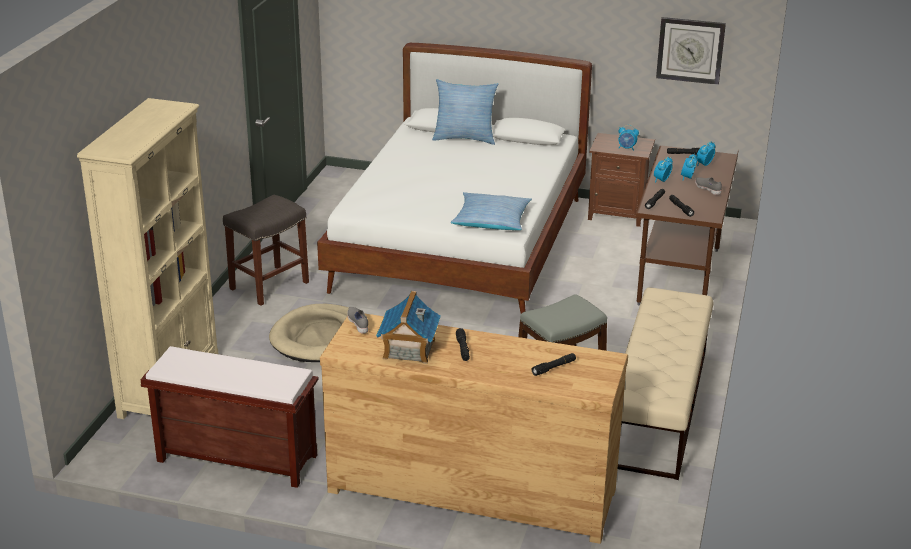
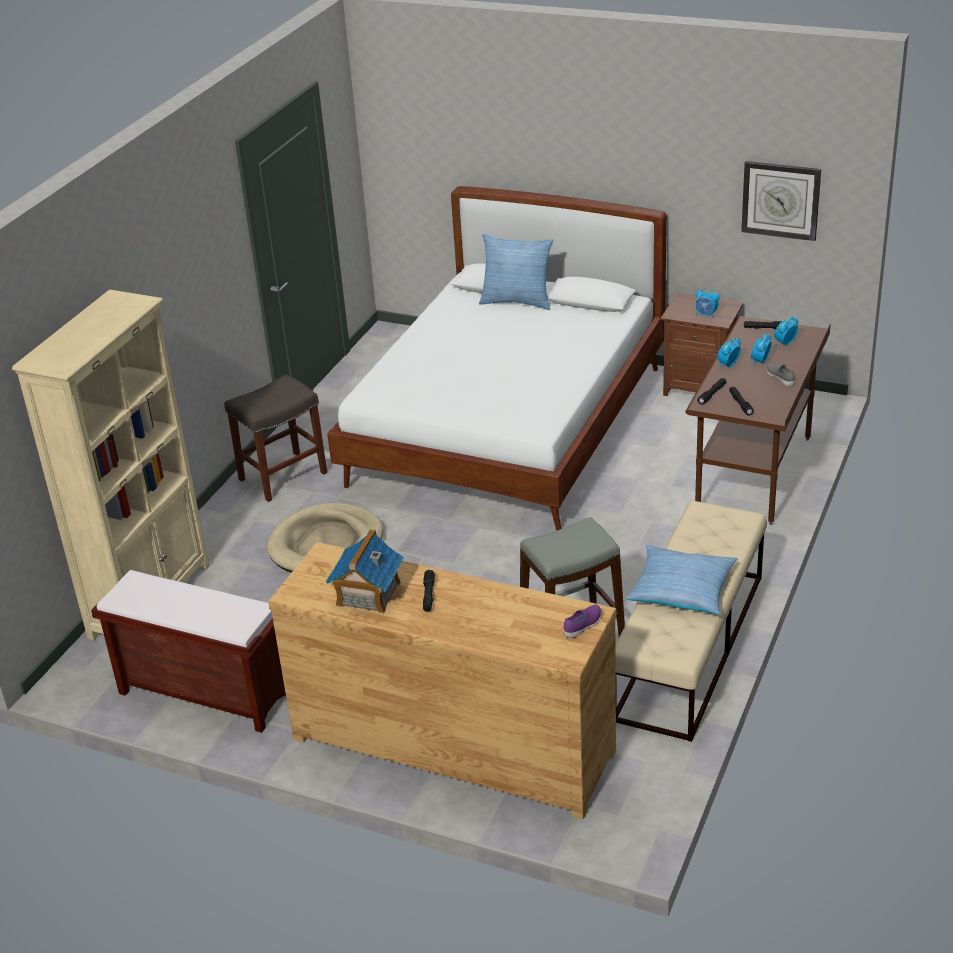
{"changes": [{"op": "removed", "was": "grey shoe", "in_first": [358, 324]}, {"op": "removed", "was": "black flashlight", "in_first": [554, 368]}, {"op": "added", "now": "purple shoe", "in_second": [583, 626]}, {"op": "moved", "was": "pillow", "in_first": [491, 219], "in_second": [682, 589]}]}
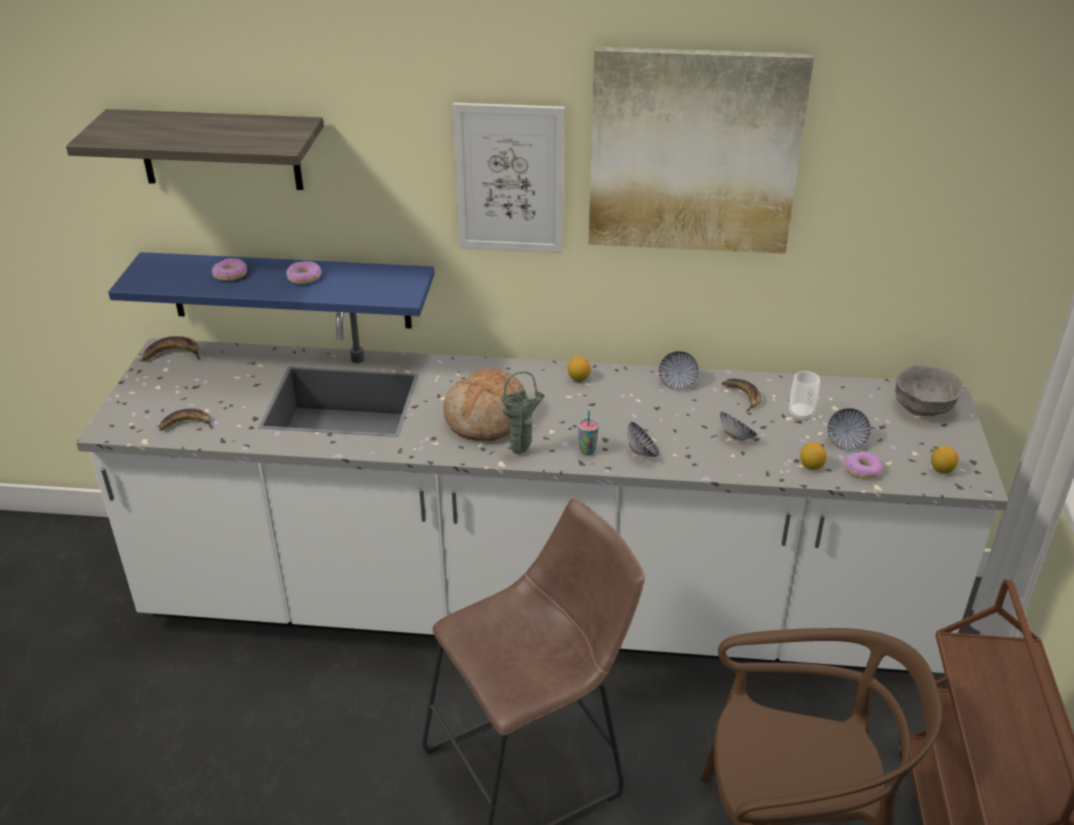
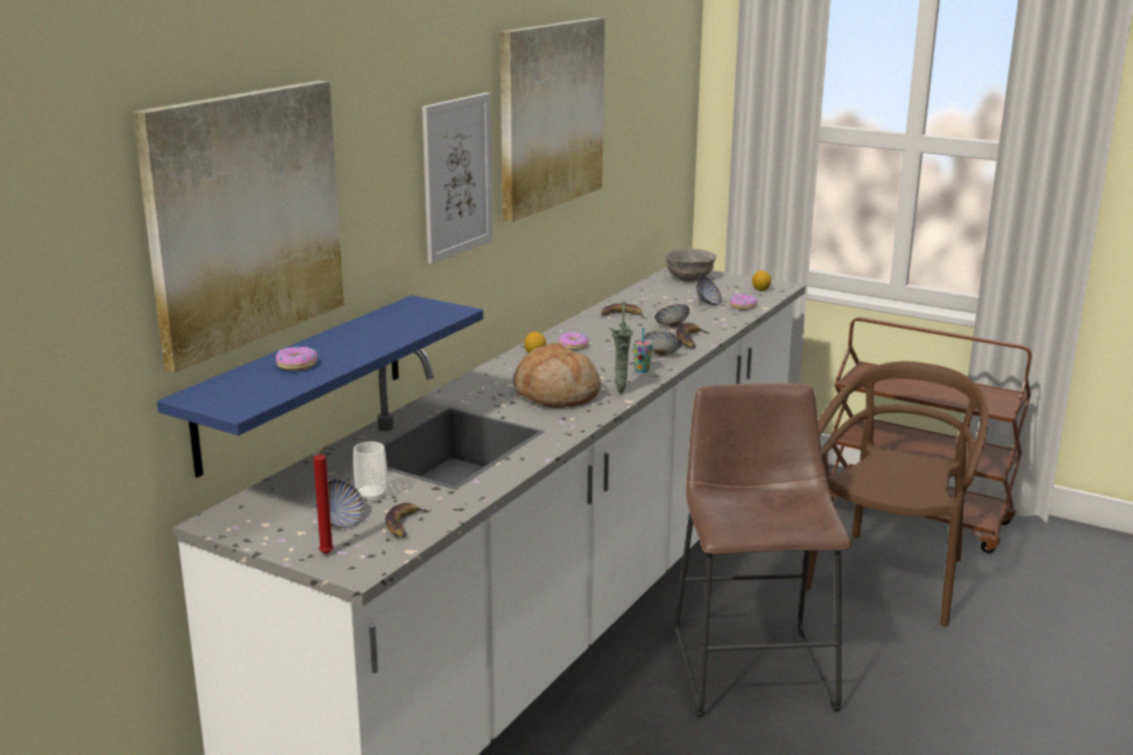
{"changes": [{"op": "removed", "was": "lemon", "in_first": [811, 466]}, {"op": "added", "now": "red candle", "in_second": [329, 553]}, {"op": "moved", "was": "banana", "in_first": [173, 354], "in_second": [690, 340]}, {"op": "moved", "was": "donut", "in_first": [304, 277], "in_second": [573, 345]}, {"op": "moved", "was": "bowl", "in_first": [677, 383], "in_second": [340, 521]}, {"op": "moved", "was": "cup", "in_first": [800, 414], "in_second": [371, 497]}, {"op": "replaced", "was": "shelf", "now": "picture", "in_first": [219, 149], "in_second": [244, 218]}]}
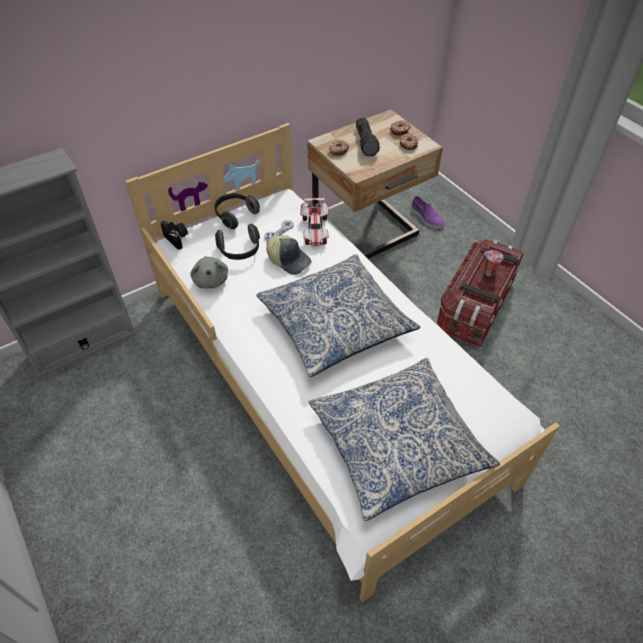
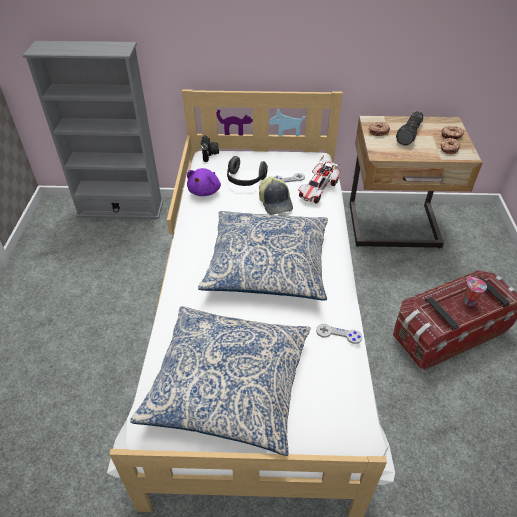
{"changes": [{"op": "removed", "was": "headphones", "in_first": [235, 215]}, {"op": "removed", "was": "purple shoe", "in_first": [426, 217]}, {"op": "added", "now": "grey game controller", "in_second": [338, 334]}, {"op": "recoloured", "was": "grey plush toy", "now": "purple plush toy", "in_first": [211, 280], "in_second": [205, 191]}]}
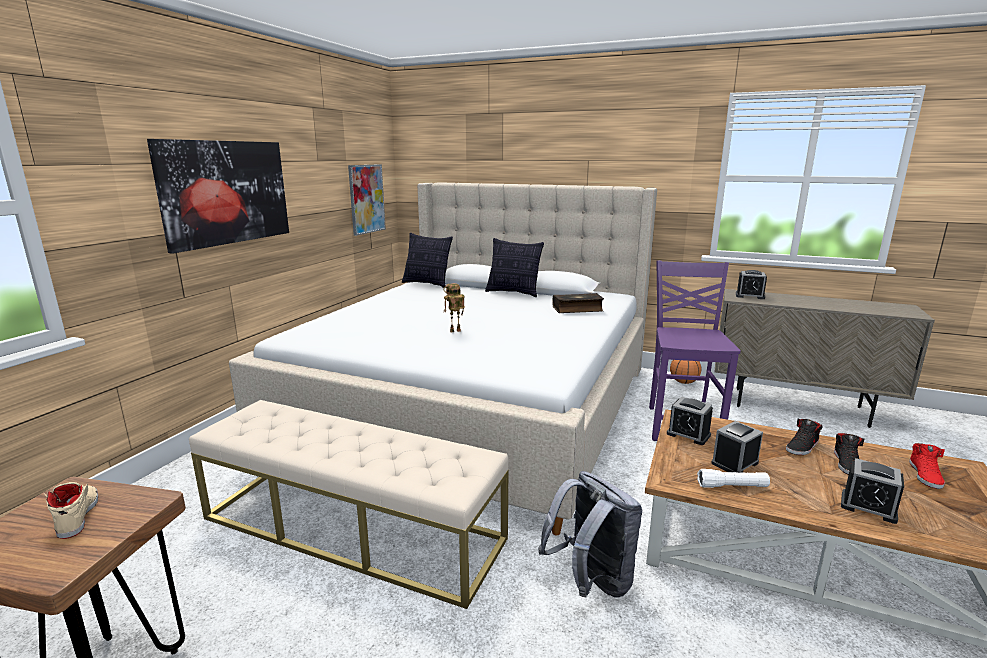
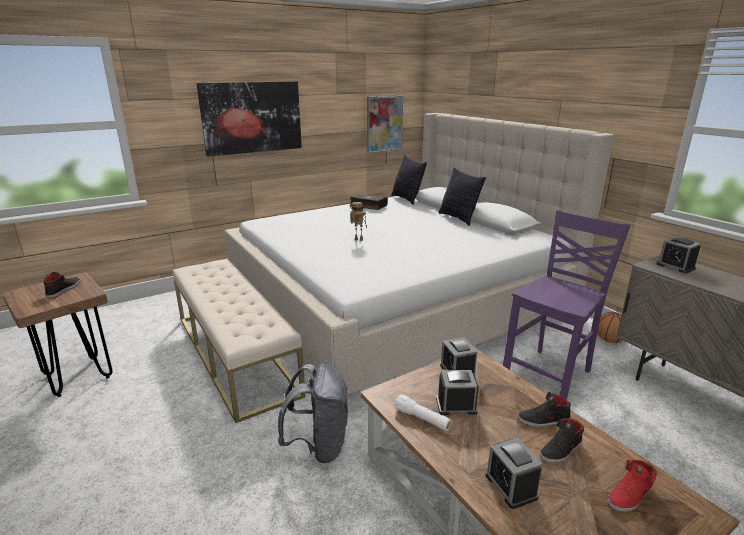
{"changes": [{"op": "moved", "was": "book", "in_first": [577, 309], "in_second": [368, 206]}, {"op": "recoloured", "was": "beige shoe", "now": "black shoe", "in_first": [77, 515], "in_second": [63, 289]}]}
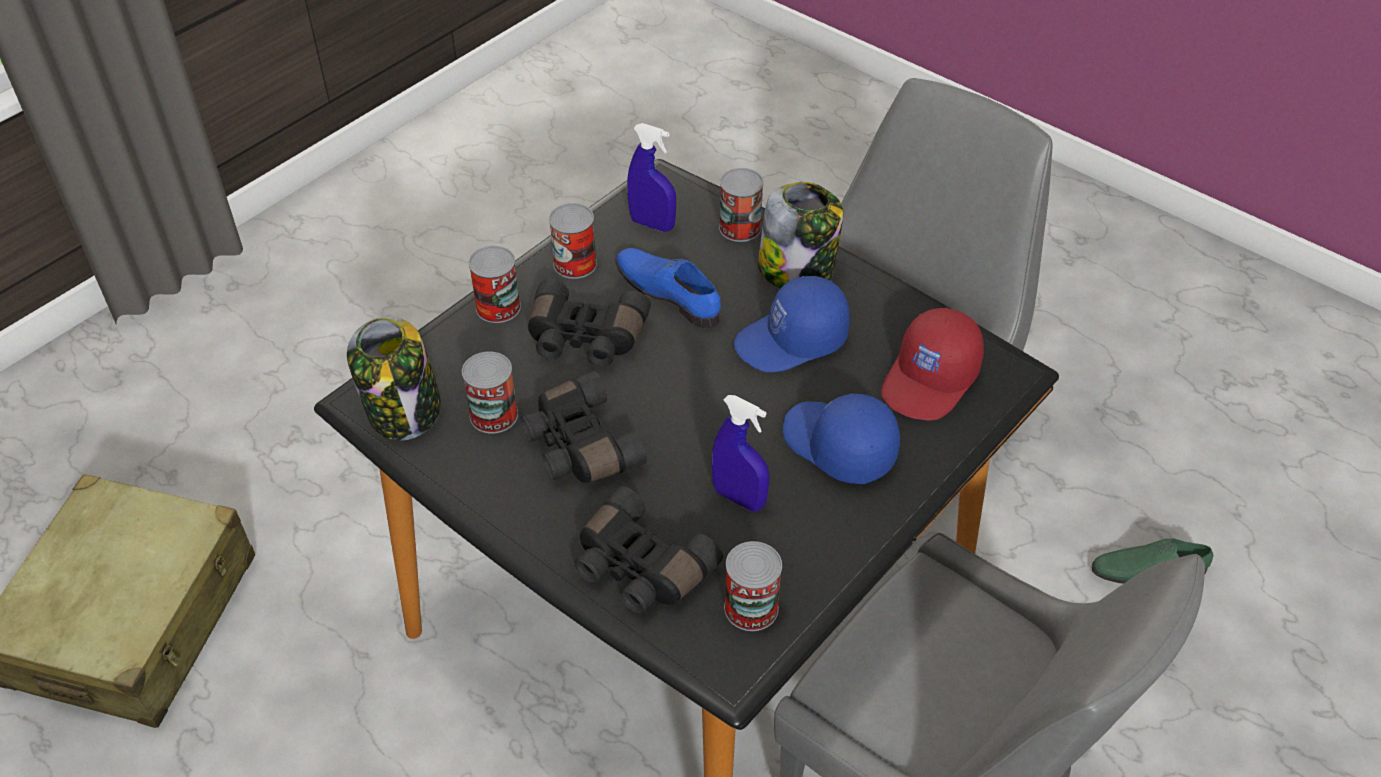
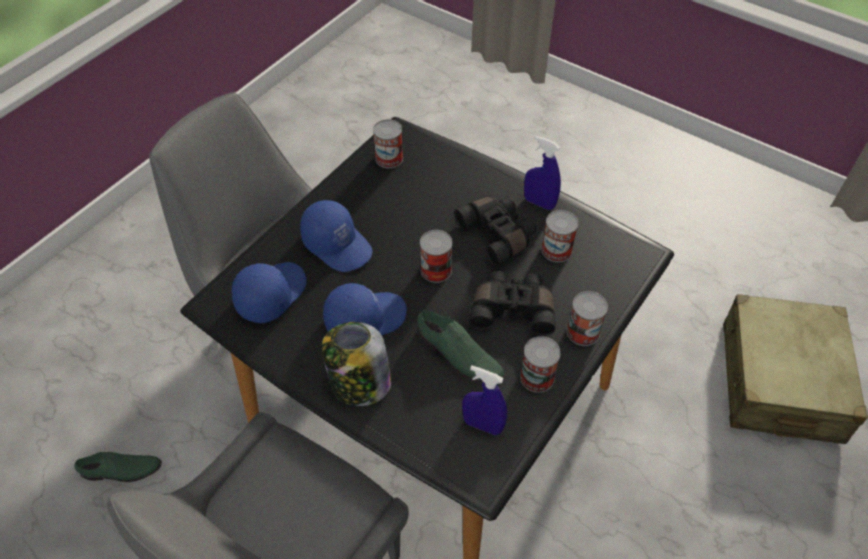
{"changes": [{"op": "removed", "was": "jar", "in_first": [404, 411]}, {"op": "removed", "was": "black binoculars", "in_first": [639, 569]}, {"op": "moved", "was": "blue spray bottle", "in_first": [739, 498], "in_second": [539, 203]}, {"op": "moved", "was": "can", "in_first": [740, 227], "in_second": [436, 270]}, {"op": "recoloured", "was": "blue shoe", "now": "green shoe", "in_first": [669, 291], "in_second": [458, 355]}, {"op": "recoloured", "was": "red cap", "now": "blue cap", "in_first": [931, 380], "in_second": [270, 294]}]}
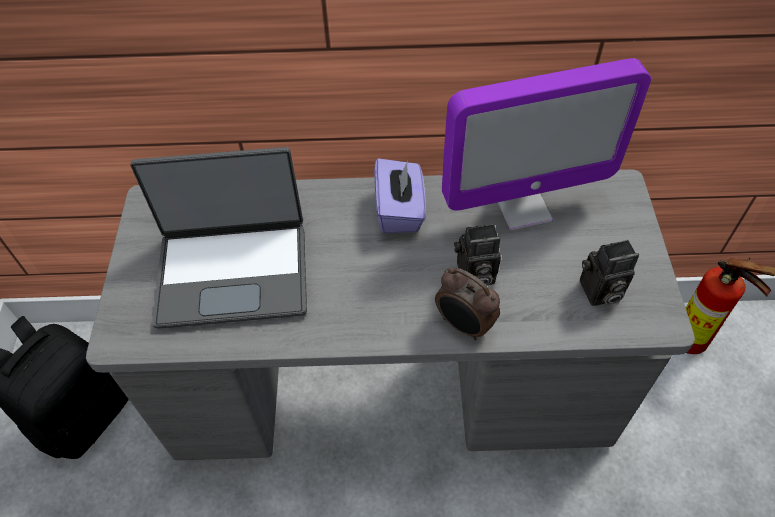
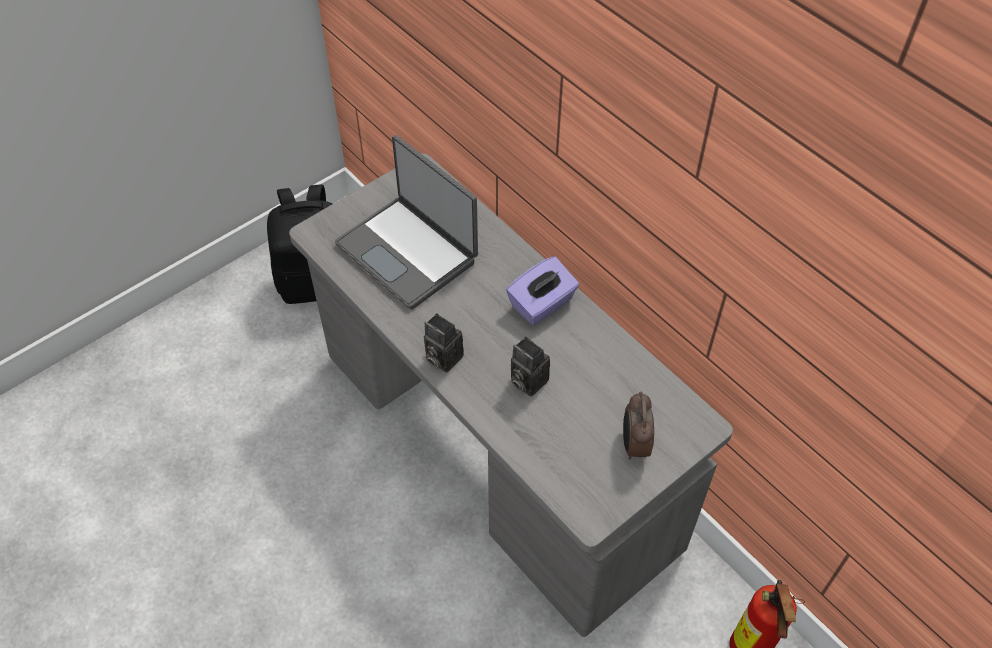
{"changes": [{"op": "removed", "was": "monitor", "in_first": [522, 207]}, {"op": "moved", "was": "alarm clock", "in_first": [464, 325], "in_second": [634, 445]}, {"op": "moved", "was": "photo camera", "in_first": [599, 292], "in_second": [441, 358]}]}
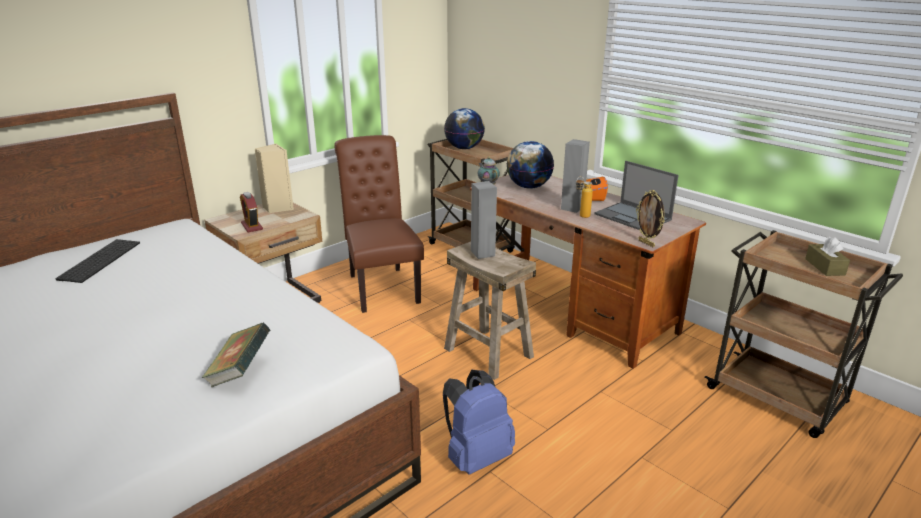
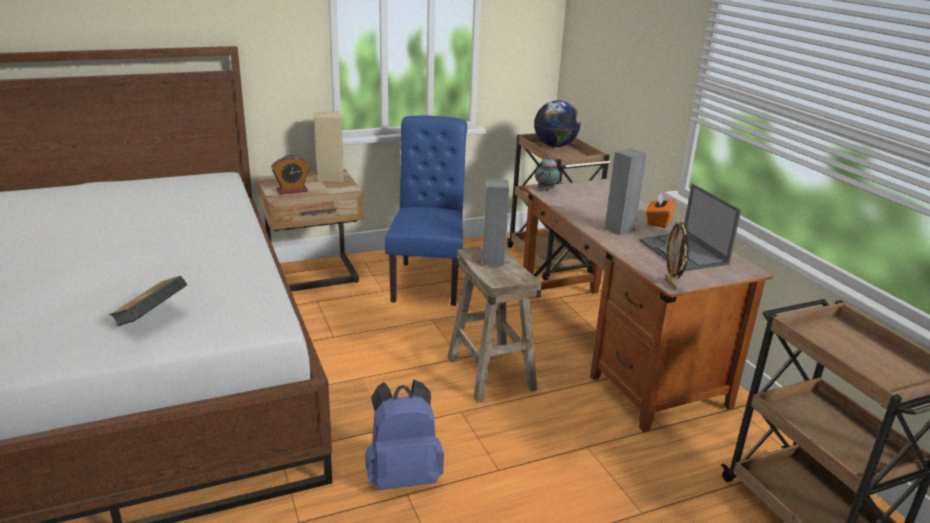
{"changes": [{"op": "removed", "was": "keyboard", "in_first": [99, 260]}, {"op": "removed", "was": "globe", "in_first": [528, 187]}, {"op": "removed", "was": "bottle", "in_first": [581, 217]}, {"op": "removed", "was": "brown tissue box", "in_first": [825, 267]}, {"op": "recoloured", "was": "brown chair", "now": "blue chair", "in_first": [381, 286], "in_second": [428, 280]}, {"op": "turned", "was": "alarm clock", "in_first": [252, 226], "in_second": [292, 190], "clockwise": -105}]}
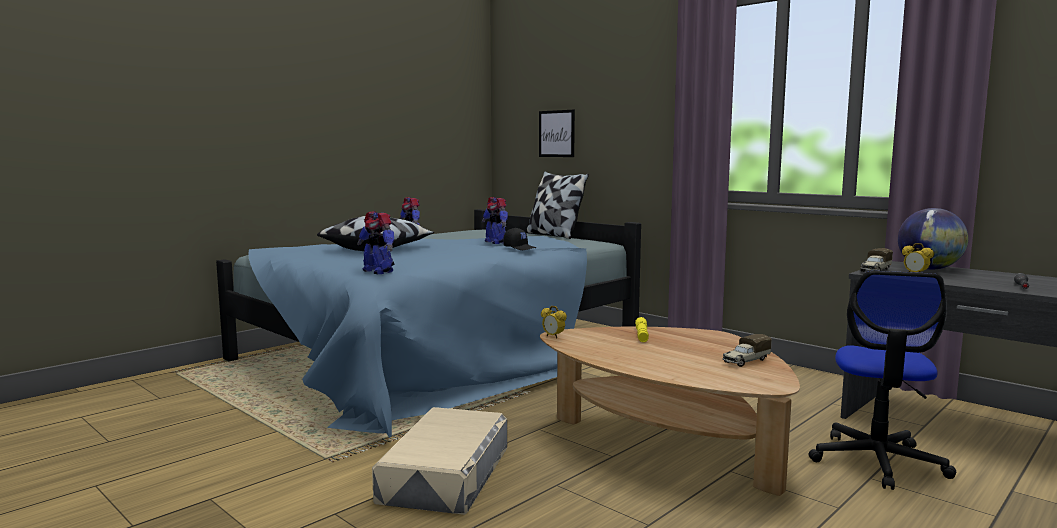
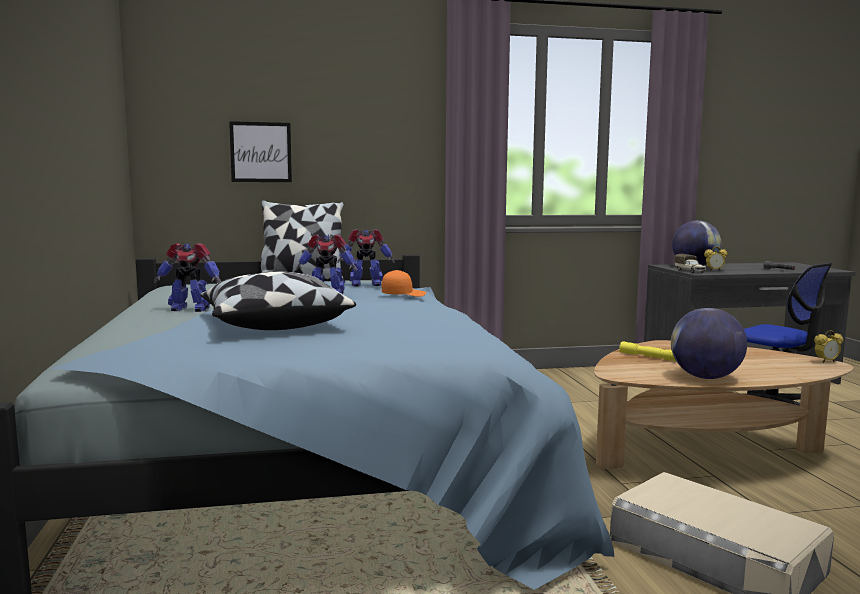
{"changes": [{"op": "removed", "was": "toy truck", "in_first": [745, 361]}, {"op": "added", "now": "globe", "in_second": [705, 377]}, {"op": "moved", "was": "toy robot", "in_first": [378, 271], "in_second": [365, 284]}, {"op": "moved", "was": "alarm clock", "in_first": [553, 336], "in_second": [826, 361]}, {"op": "recoloured", "was": "black cap", "now": "orange cap", "in_first": [520, 248], "in_second": [403, 295]}]}
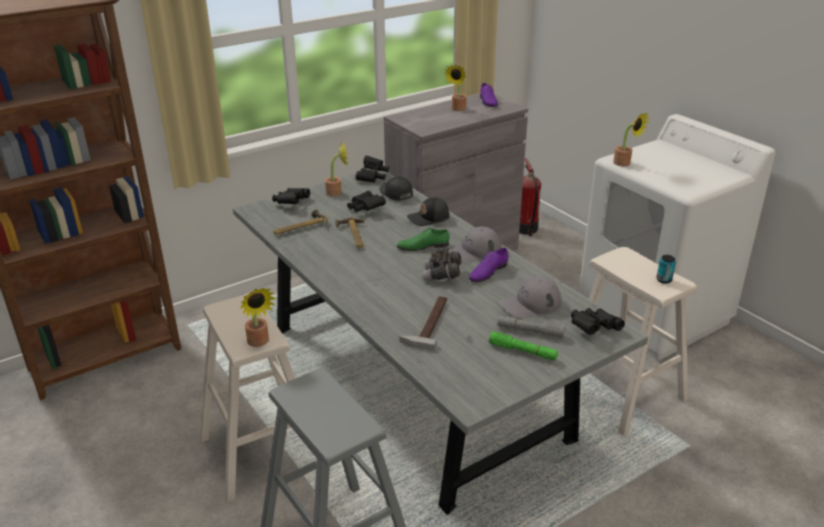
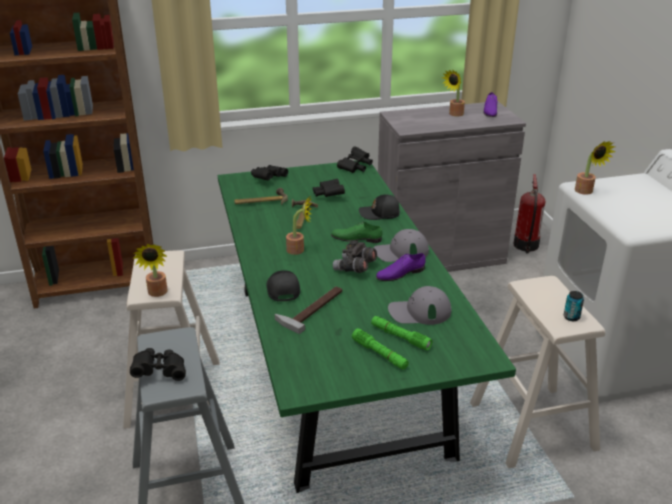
{"changes": [{"op": "moved", "was": "potted plant", "in_first": [337, 192], "in_second": [299, 250]}, {"op": "moved", "was": "black cap", "in_first": [395, 194], "in_second": [282, 290]}, {"op": "moved", "was": "black binoculars", "in_first": [593, 328], "in_second": [160, 372]}, {"op": "recoloured", "was": "grey dining table", "now": "green dining table", "in_first": [413, 379], "in_second": [336, 363]}, {"op": "recoloured", "was": "grey flashlight", "now": "green flashlight", "in_first": [530, 331], "in_second": [400, 337]}]}
